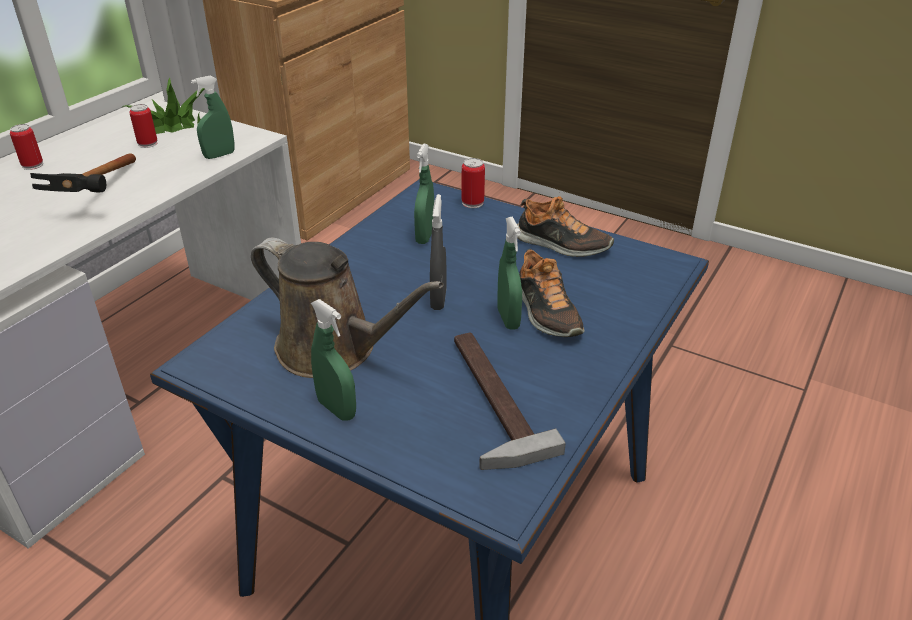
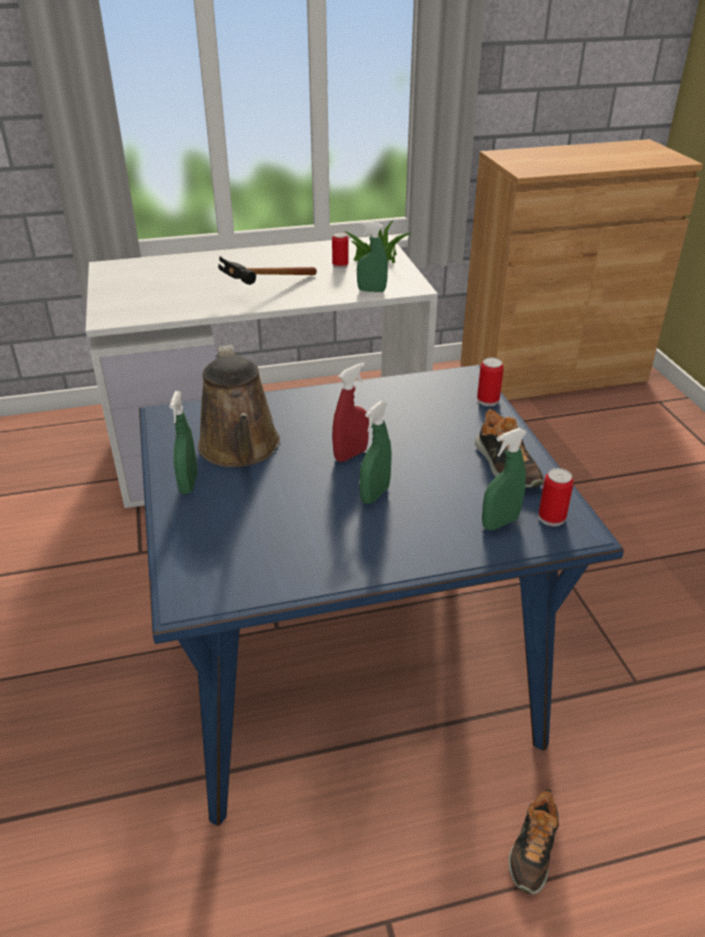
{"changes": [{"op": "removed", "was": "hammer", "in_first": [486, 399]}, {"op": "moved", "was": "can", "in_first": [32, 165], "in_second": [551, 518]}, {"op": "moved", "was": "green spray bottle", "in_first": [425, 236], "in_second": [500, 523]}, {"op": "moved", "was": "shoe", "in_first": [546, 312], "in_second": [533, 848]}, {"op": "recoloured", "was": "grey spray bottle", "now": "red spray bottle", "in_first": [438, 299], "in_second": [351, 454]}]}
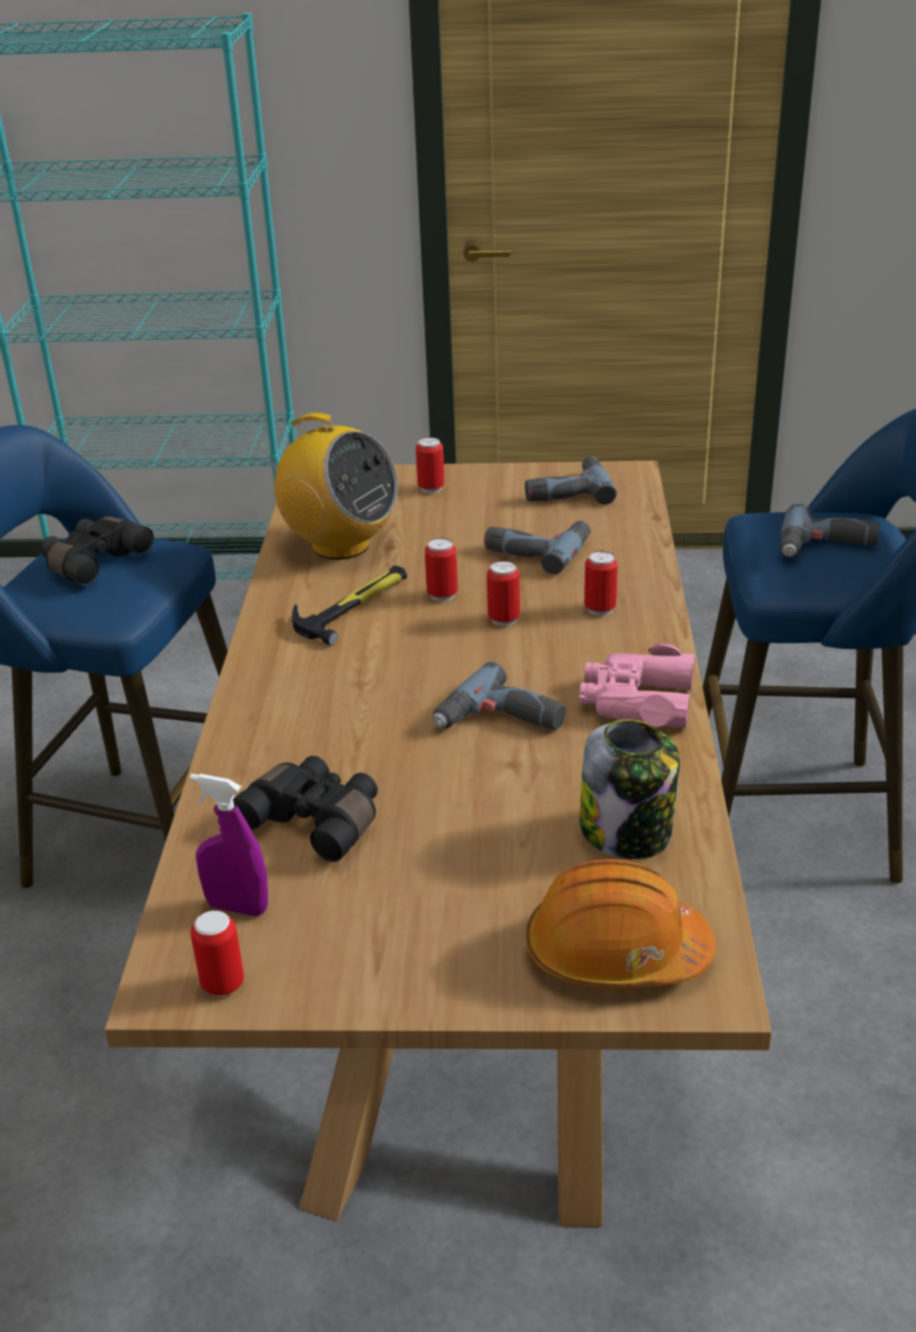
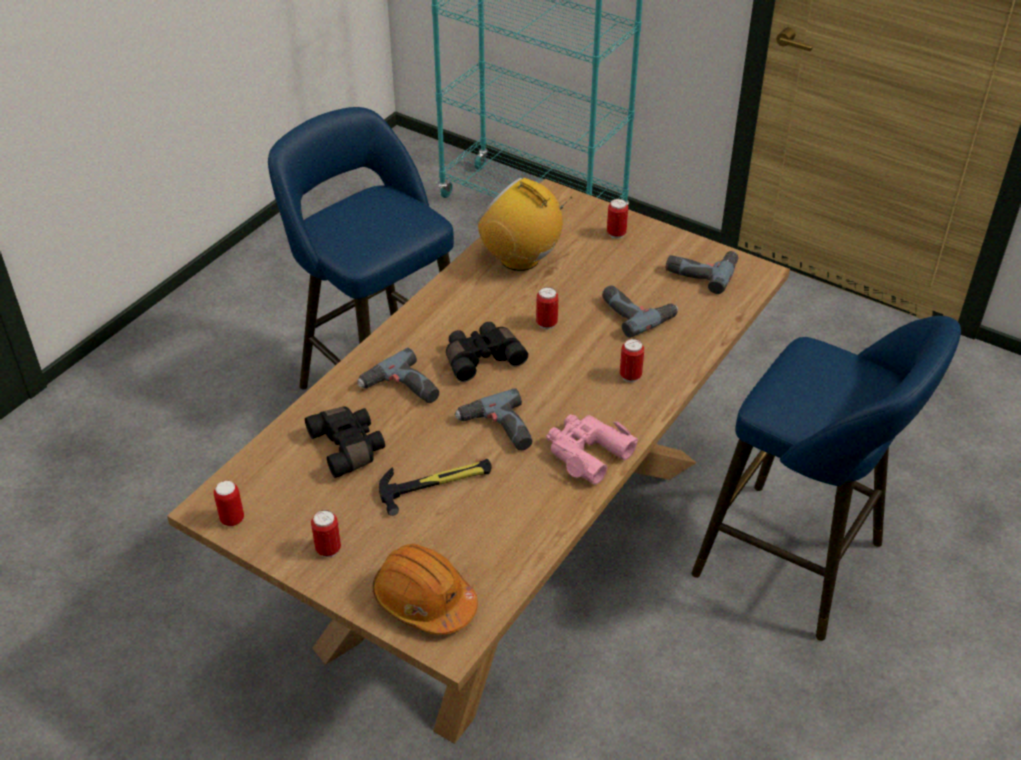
{"changes": [{"op": "removed", "was": "purple spray bottle", "in_first": [237, 907]}, {"op": "removed", "was": "jar", "in_first": [627, 832]}, {"op": "moved", "was": "black binoculars", "in_first": [94, 561], "in_second": [482, 358]}, {"op": "moved", "was": "hammer", "in_first": [354, 605], "in_second": [436, 483]}, {"op": "moved", "was": "can", "in_first": [504, 619], "in_second": [328, 549]}, {"op": "moved", "was": "power drill", "in_first": [827, 547], "in_second": [401, 390]}, {"op": "turned", "was": "radio", "in_first": [340, 545], "in_second": [520, 258], "clockwise": 150}]}
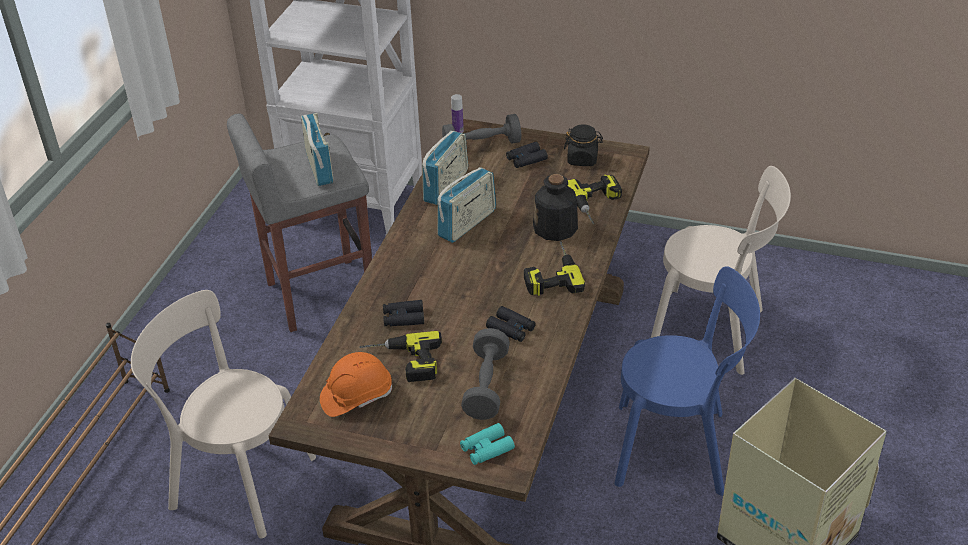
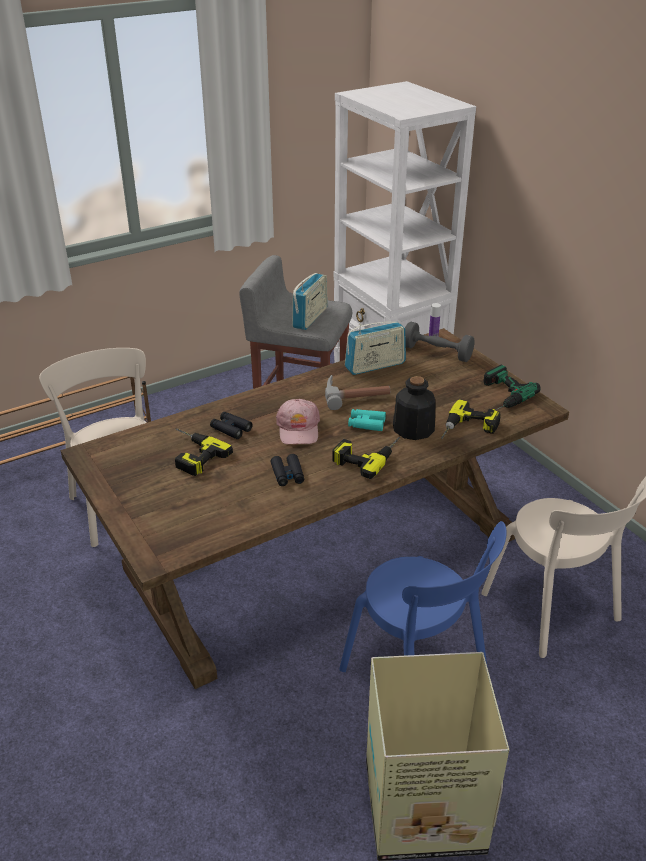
{"changes": [{"op": "removed", "was": "orange hard hat", "in_first": [356, 396]}, {"op": "removed", "was": "grey dumbbell", "in_first": [486, 386]}, {"op": "removed", "was": "black binoculars", "in_first": [526, 159]}, {"op": "added", "now": "pink cap", "in_second": [298, 428]}, {"op": "moved", "was": "turquoise binoculars", "in_first": [486, 449], "in_second": [366, 424]}, {"op": "replaced", "was": "radio", "now": "hammer", "in_first": [467, 223], "in_second": [355, 395]}, {"op": "replaced", "was": "black jar", "now": "power drill", "in_first": [582, 159], "in_second": [500, 395]}]}
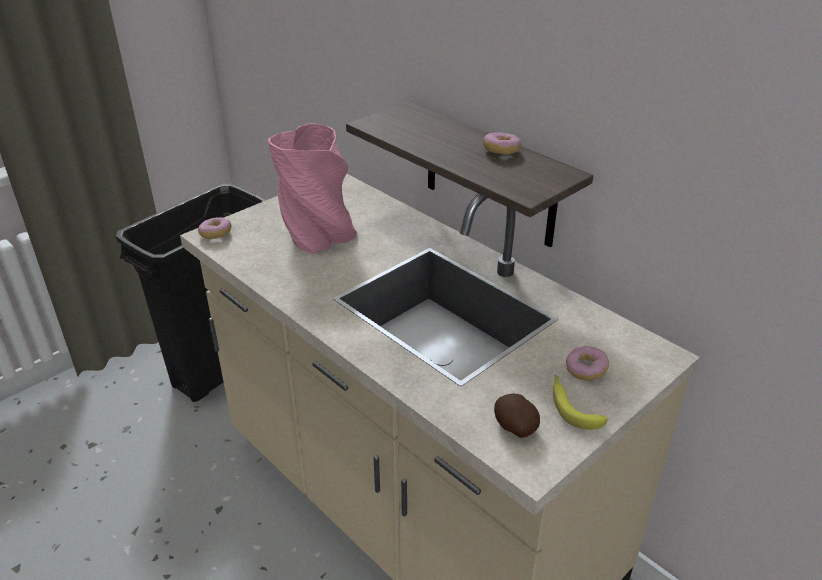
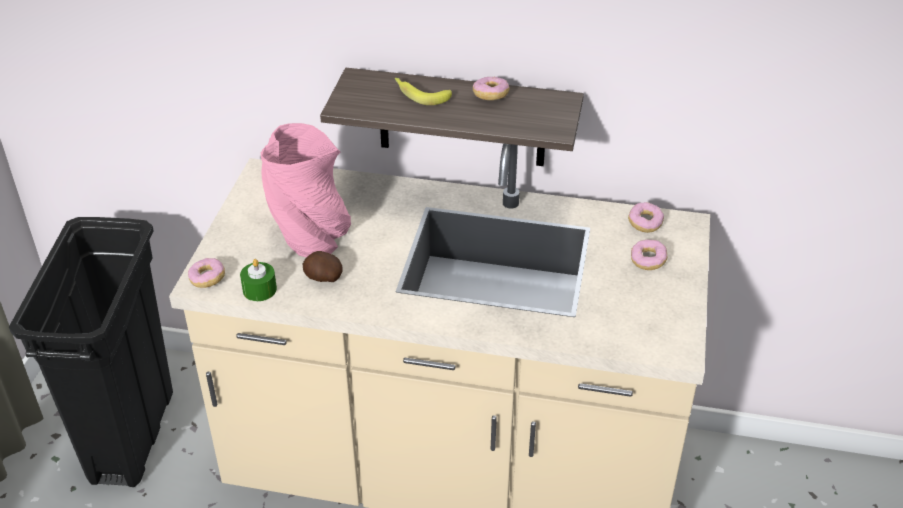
{"changes": [{"op": "added", "now": "green candle", "in_second": [259, 289]}, {"op": "added", "now": "donut", "in_second": [645, 223]}, {"op": "moved", "was": "potato", "in_first": [514, 427], "in_second": [323, 278]}, {"op": "moved", "was": "banana", "in_first": [572, 406], "in_second": [420, 94]}]}
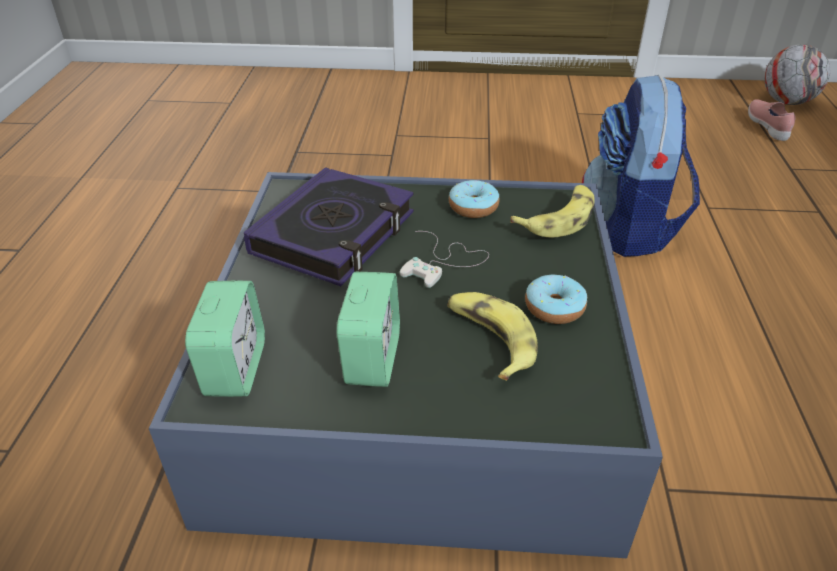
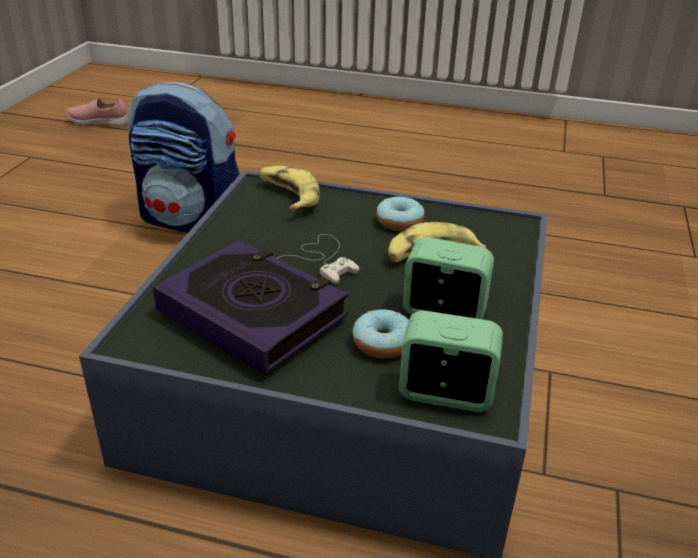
{"changes": [{"op": "removed", "was": "football", "in_first": [787, 102]}, {"op": "moved", "was": "donut", "in_first": [473, 207], "in_second": [382, 343]}]}
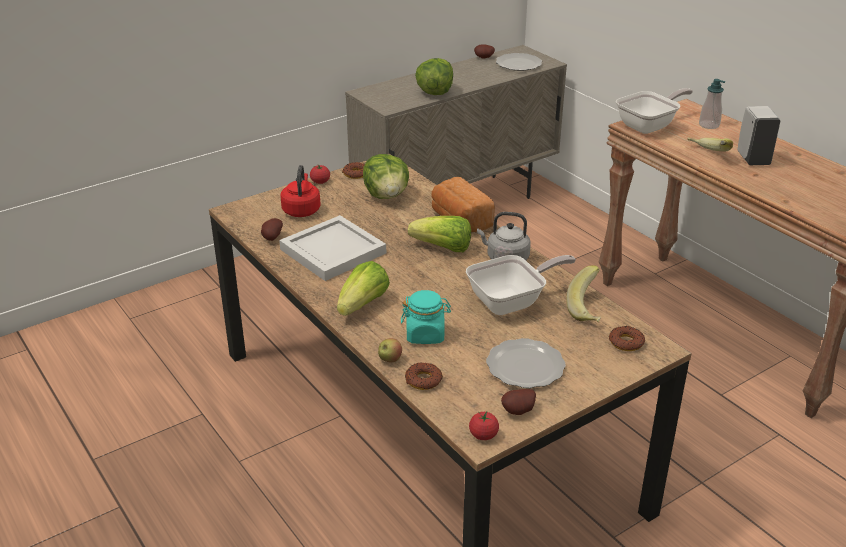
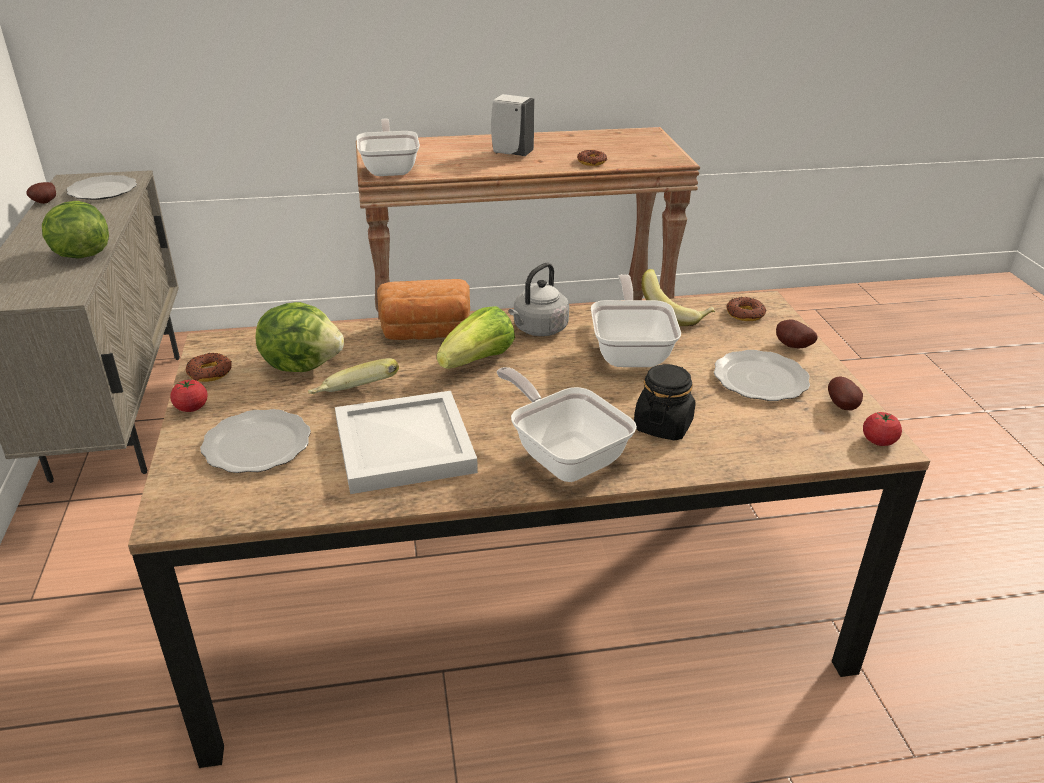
{"changes": [{"op": "removed", "was": "apple", "in_first": [390, 360]}, {"op": "removed", "was": "soap dispenser", "in_first": [709, 125]}, {"op": "moved", "was": "potato", "in_first": [271, 238], "in_second": [792, 347]}, {"op": "moved", "was": "donut", "in_first": [423, 380], "in_second": [591, 162]}, {"op": "moved", "was": "banana", "in_first": [707, 154], "in_second": [355, 398]}, {"op": "replaced", "was": "red kettle", "now": "plate", "in_first": [301, 210], "in_second": [255, 445]}, {"op": "replaced", "was": "lettuce", "now": "frying pan", "in_first": [363, 305], "in_second": [563, 455]}, {"op": "recoloured", "was": "turquoise jar", "now": "black jar", "in_first": [425, 334], "in_second": [663, 425]}]}
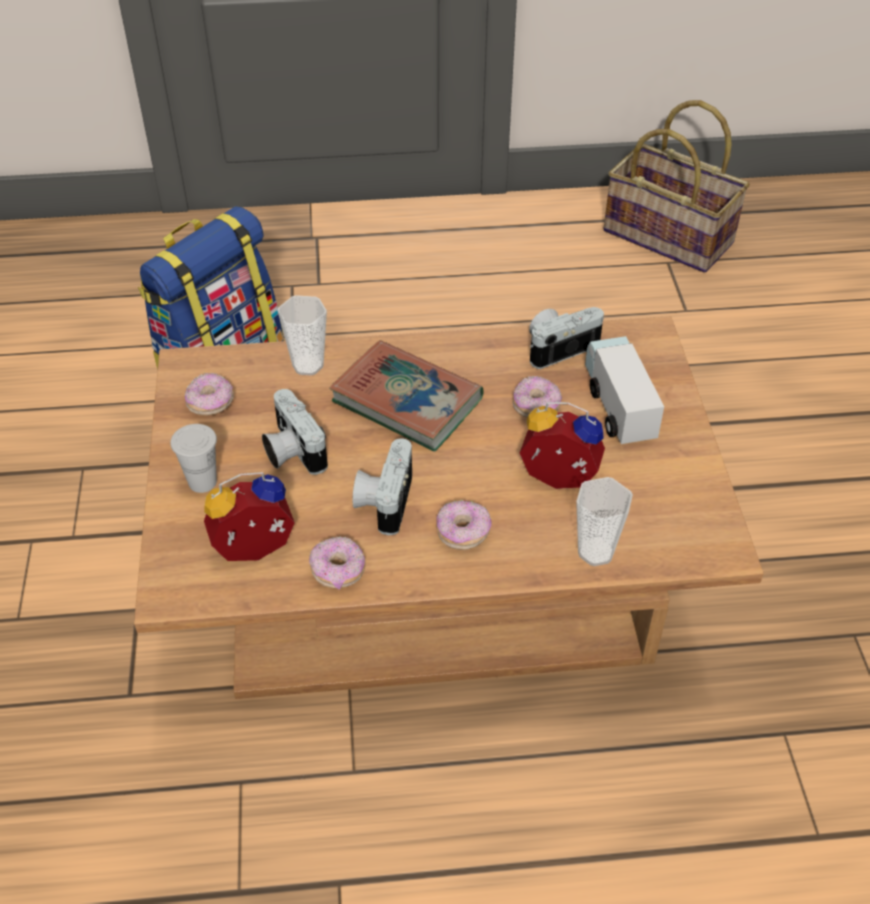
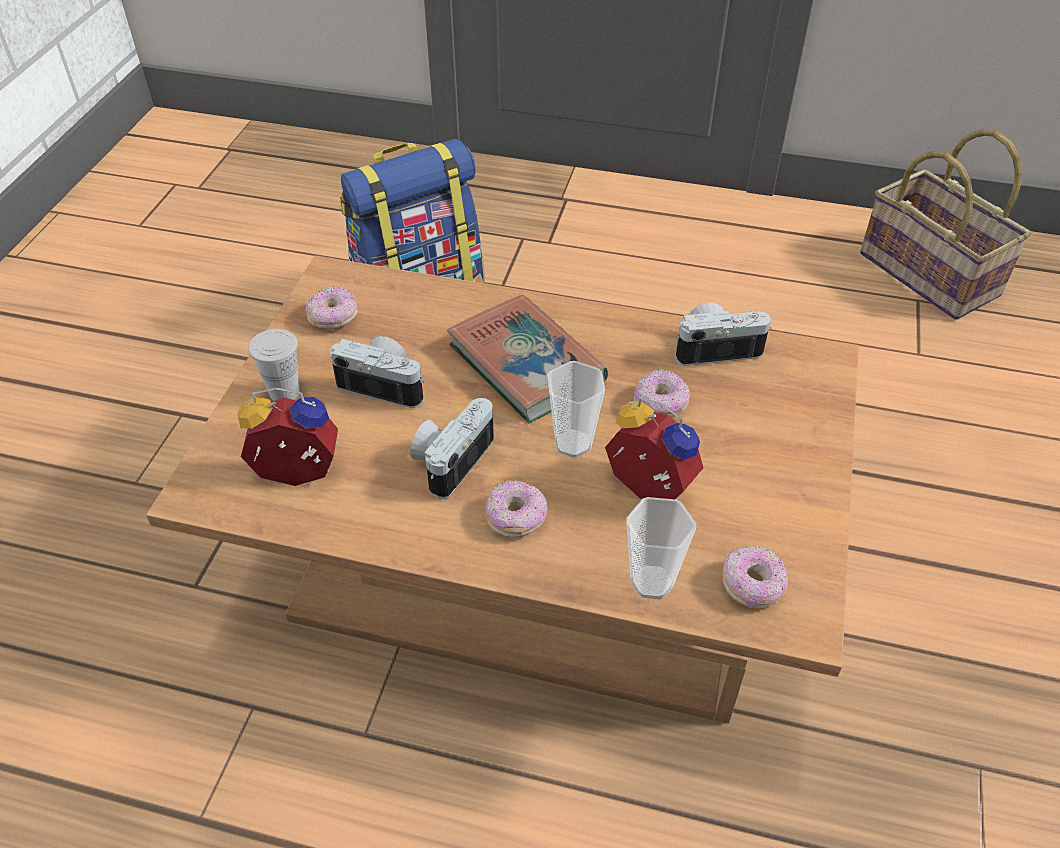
{"changes": [{"op": "removed", "was": "toy truck", "in_first": [619, 405]}, {"op": "moved", "was": "cup", "in_first": [308, 365], "in_second": [573, 443]}, {"op": "moved", "was": "donut", "in_first": [338, 571], "in_second": [752, 586]}, {"op": "turned", "was": "photo camera", "in_first": [291, 450], "in_second": [385, 384], "clockwise": 120}]}
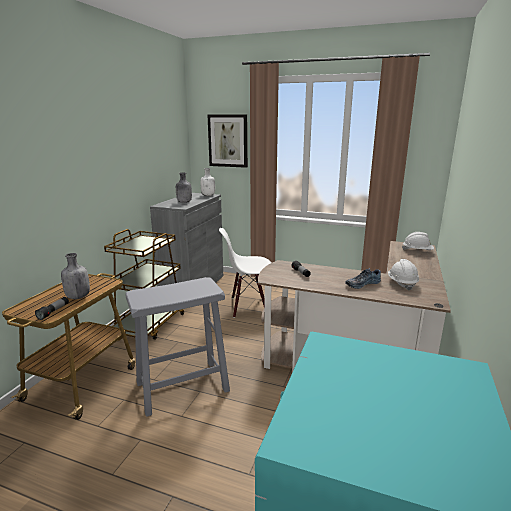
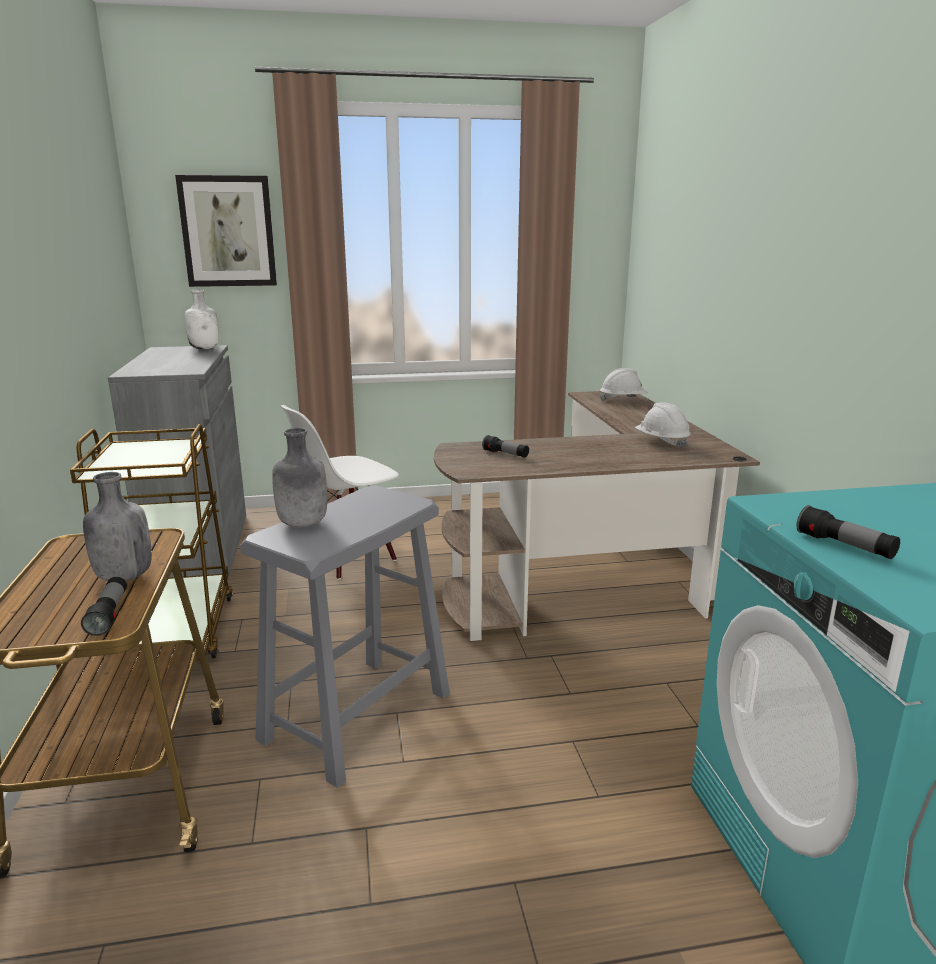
{"changes": [{"op": "removed", "was": "shoe", "in_first": [362, 283]}, {"op": "added", "now": "flashlight", "in_second": [844, 546]}, {"op": "moved", "was": "grey bottle", "in_first": [184, 202], "in_second": [302, 524]}]}
